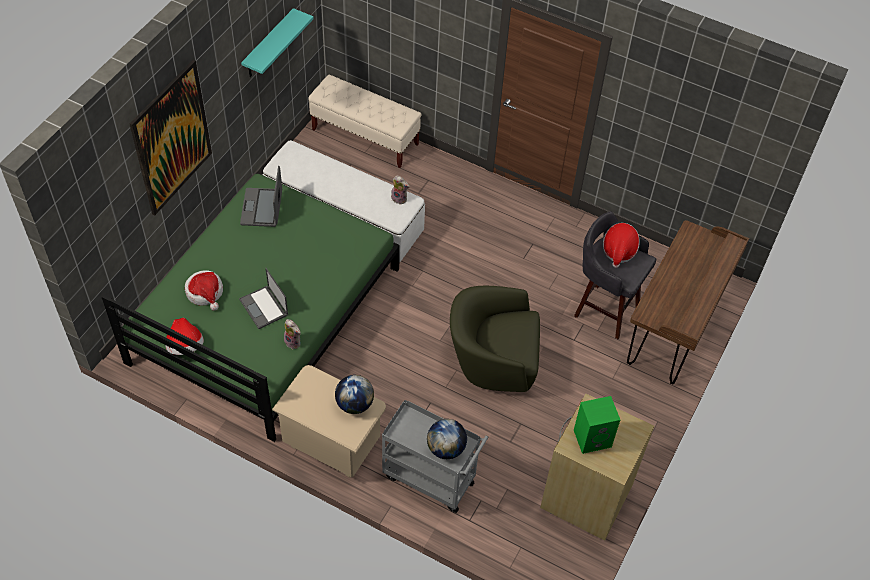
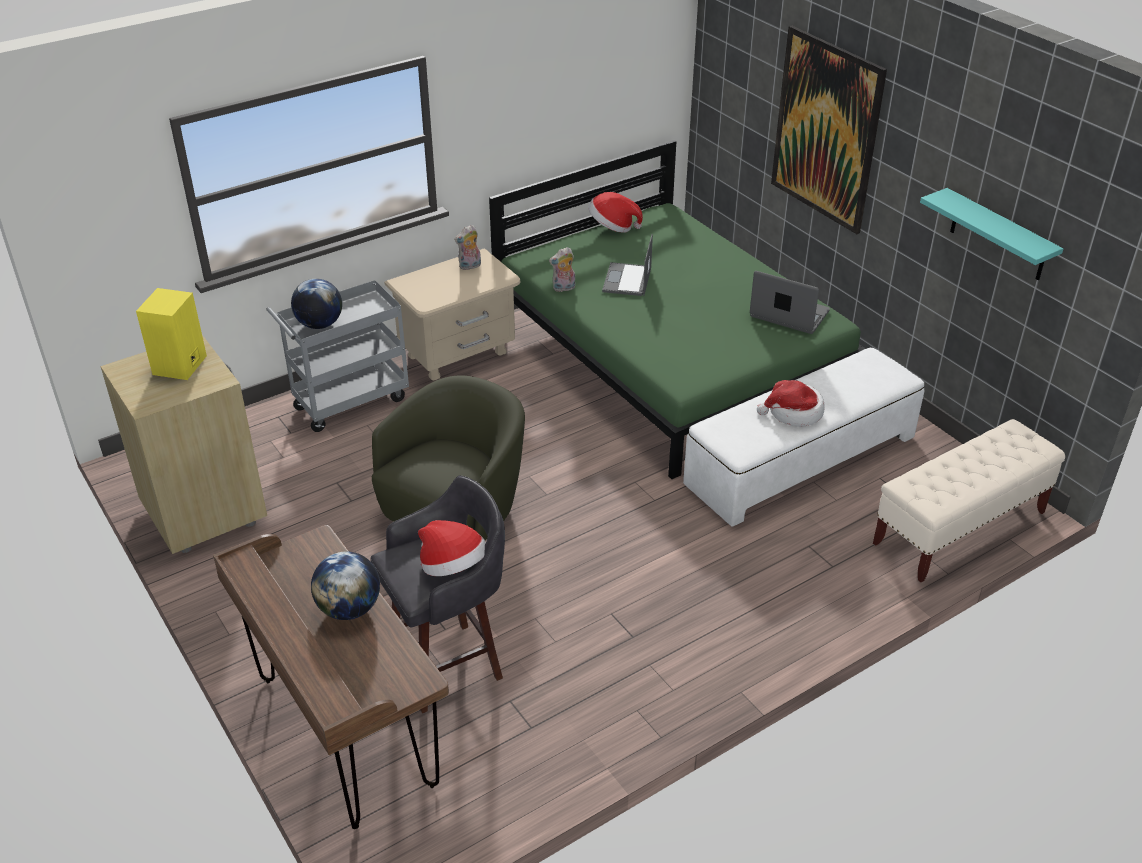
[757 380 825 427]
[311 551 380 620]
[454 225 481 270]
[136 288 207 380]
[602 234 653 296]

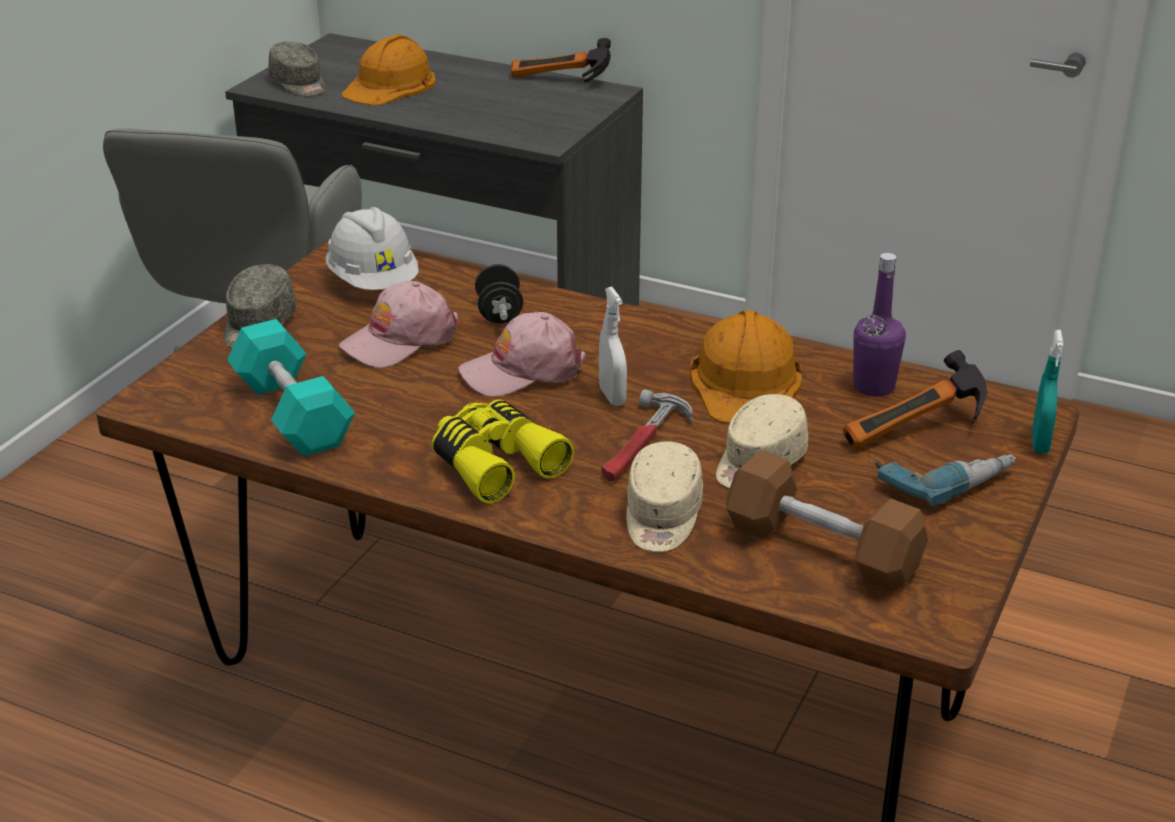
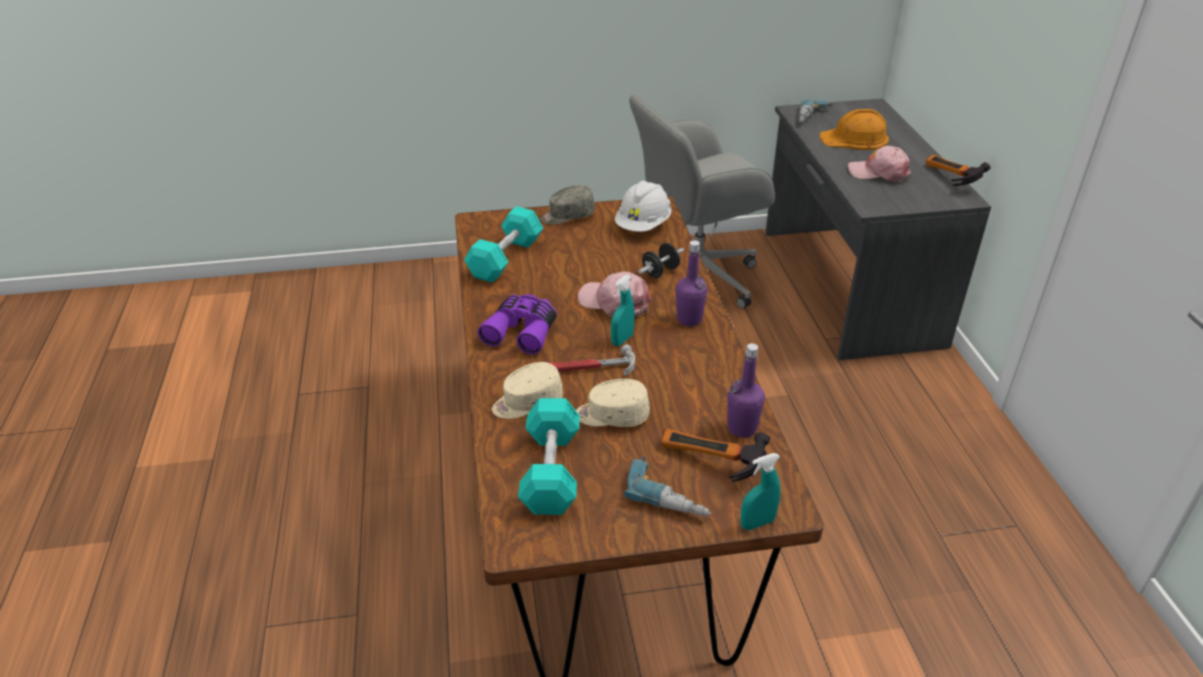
[690 310 802 423] (first image)
[676 240 707 326]
[848 146 911 182]
[799 100 833 123]
[478 294 557 355]
[611 275 635 346]
[518 398 580 515]

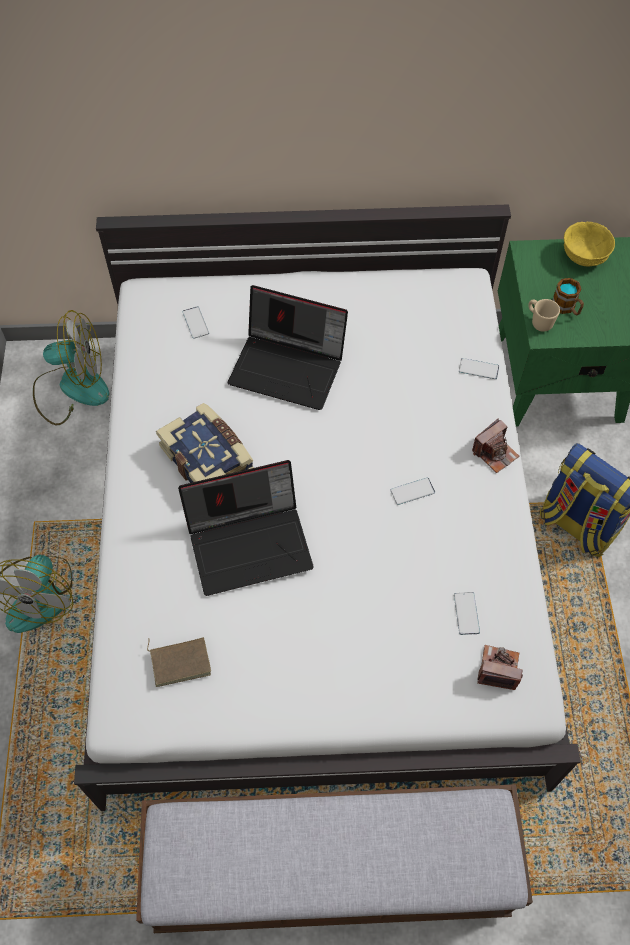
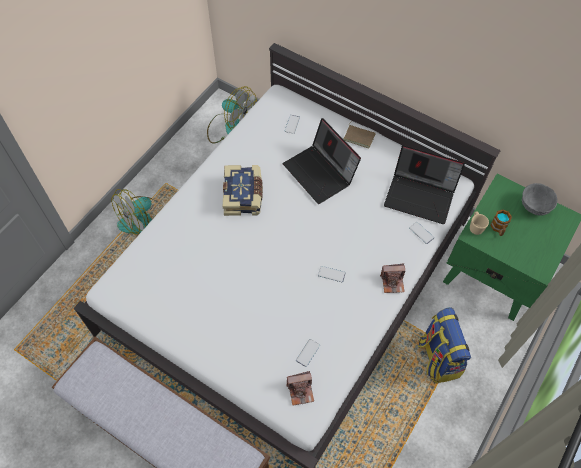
[344 121 376 149]
[384 145 465 224]
[522 183 558 216]
[286 371 314 406]

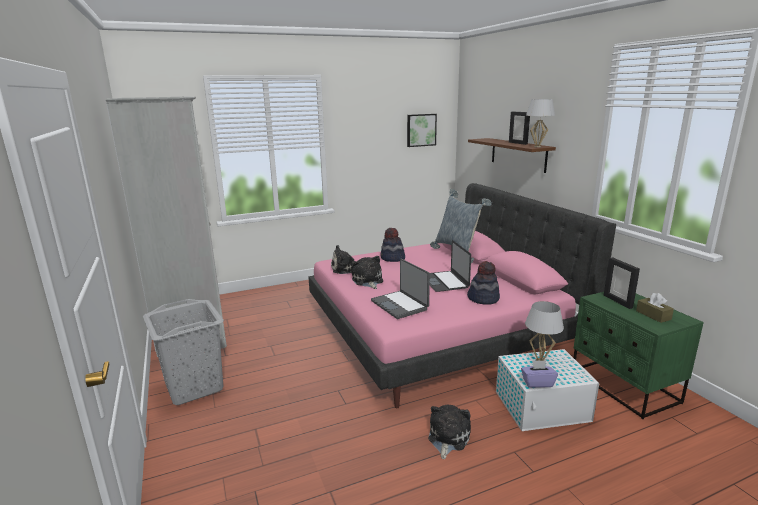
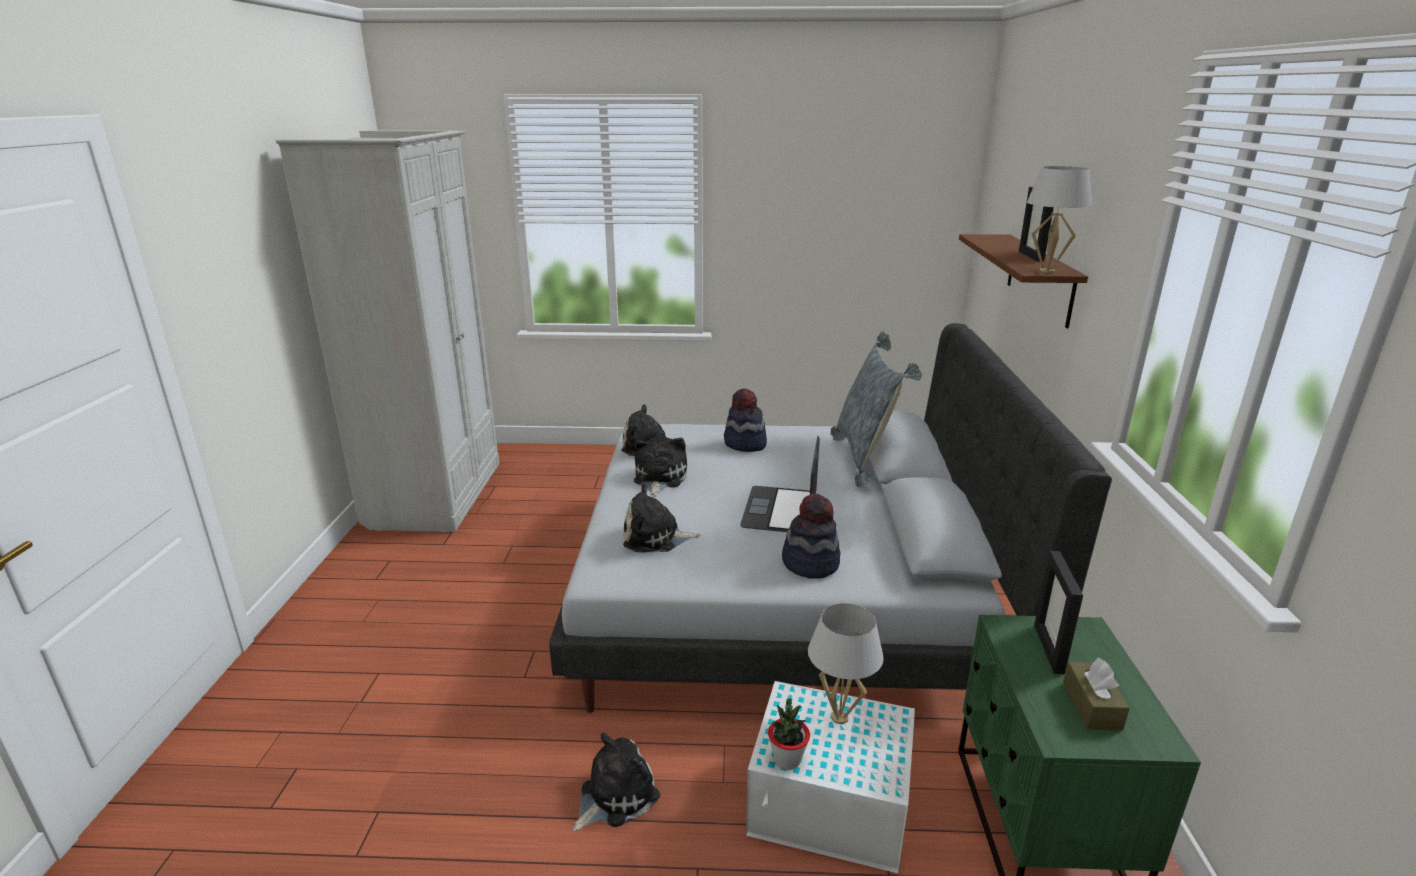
[143 299 224 405] (first image)
[407 114 437 147] (first image)
[623 483 700 552]
[768 699 810 770]
[549 323 1112 713]

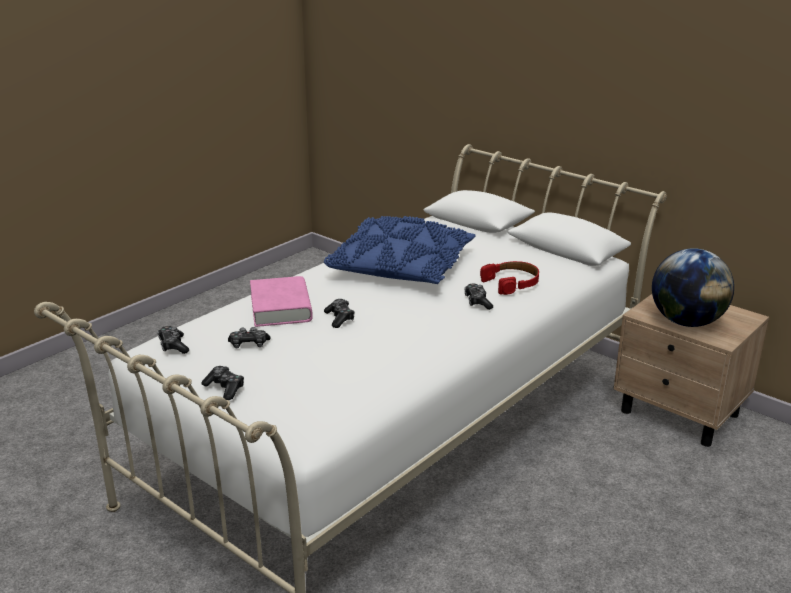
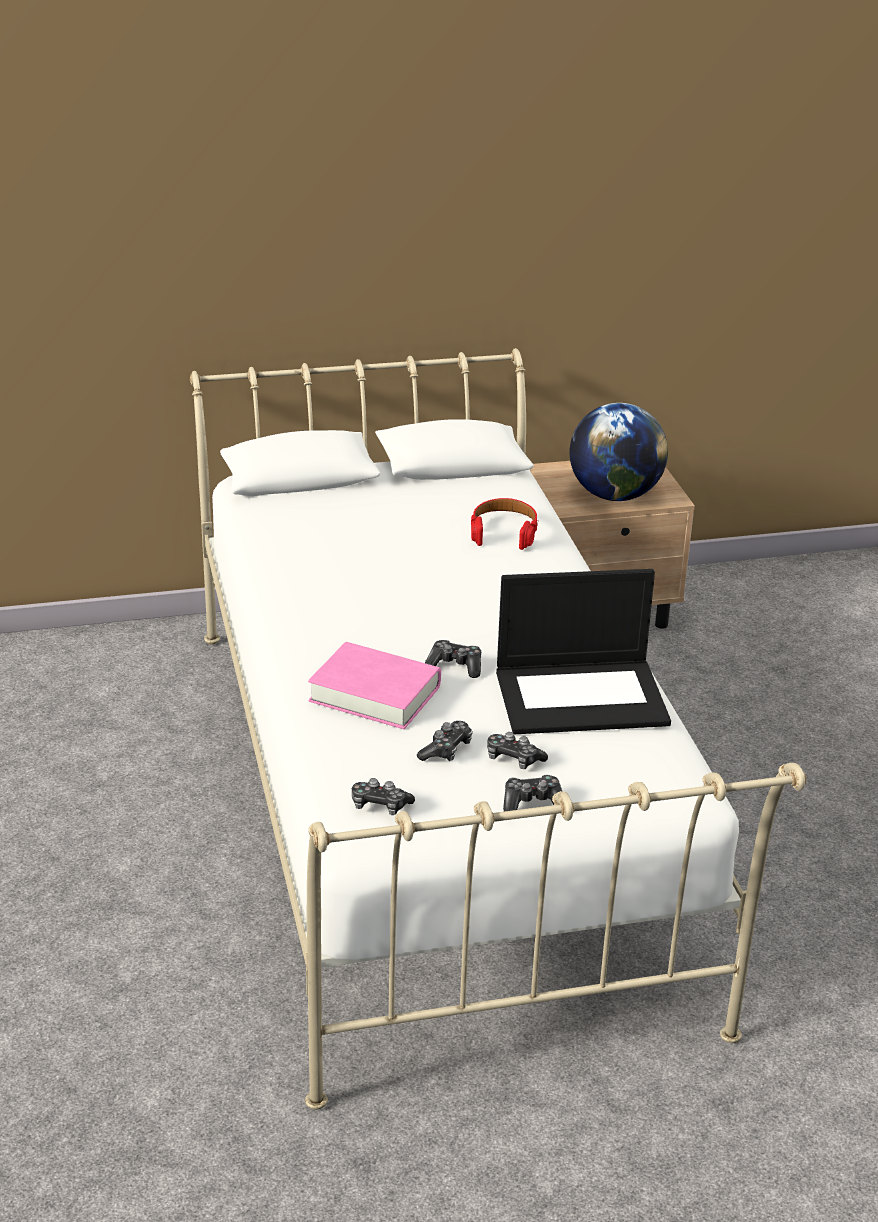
[324 216 476 284] (first image)
[496 569 671 734]
[487 732 548 769]

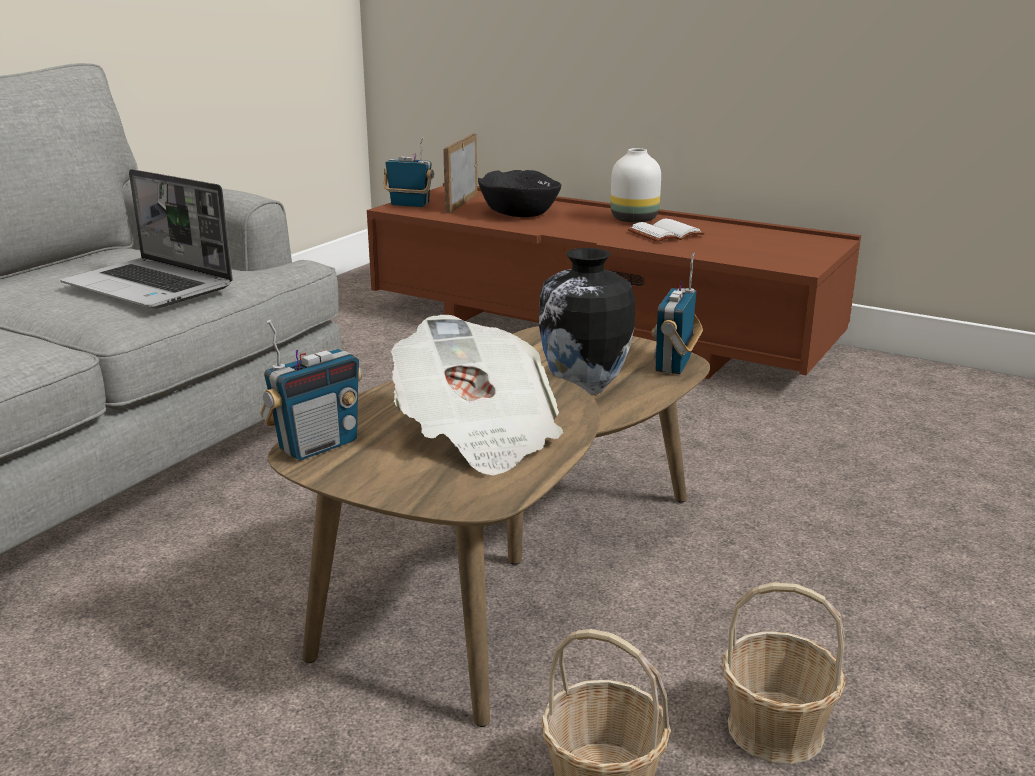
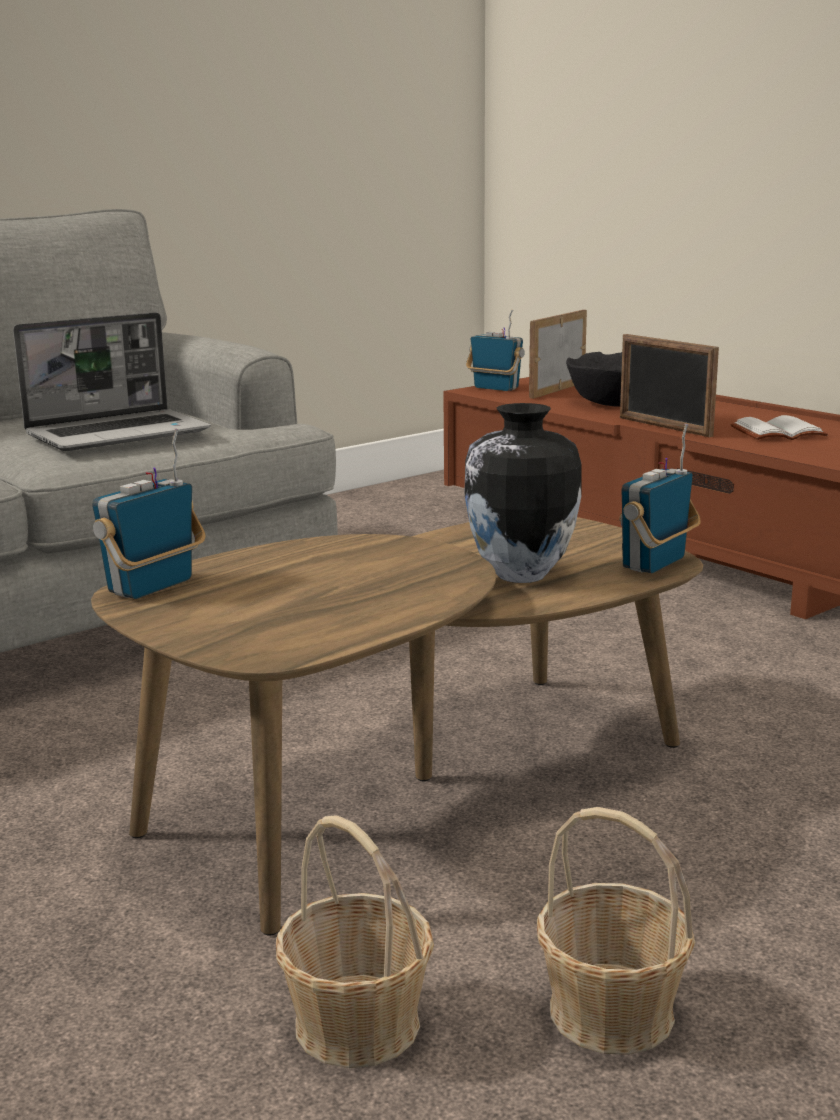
[391 315 563 476] (first image)
[611 148 661 223] (first image)
[620 334 719 437]
[13 312 211 451]
[92 428 205 599]

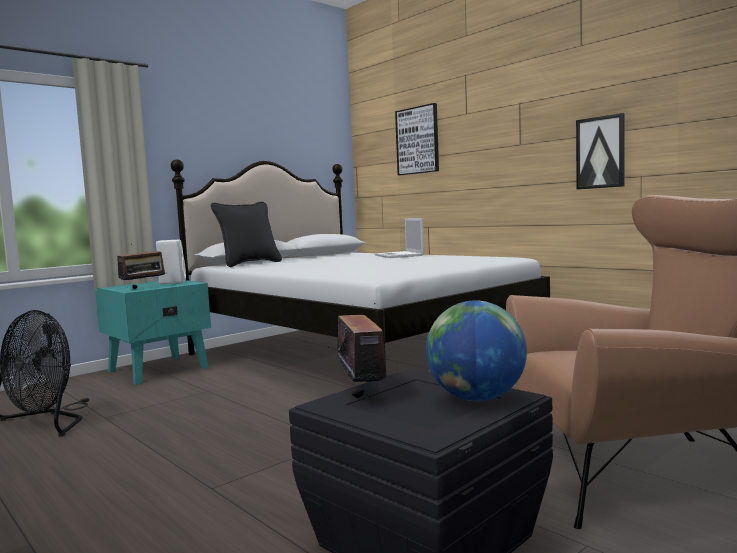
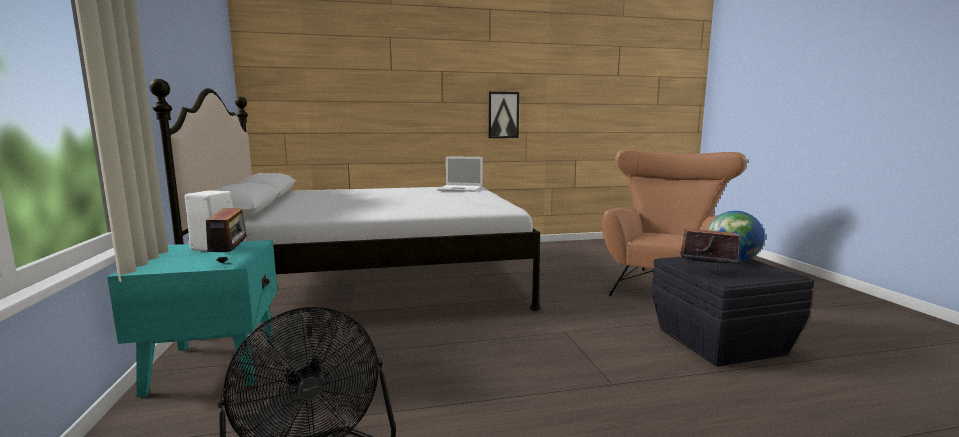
[211 202 282 267] (first image)
[395 103 439 175] (first image)
[437 156 483 192]

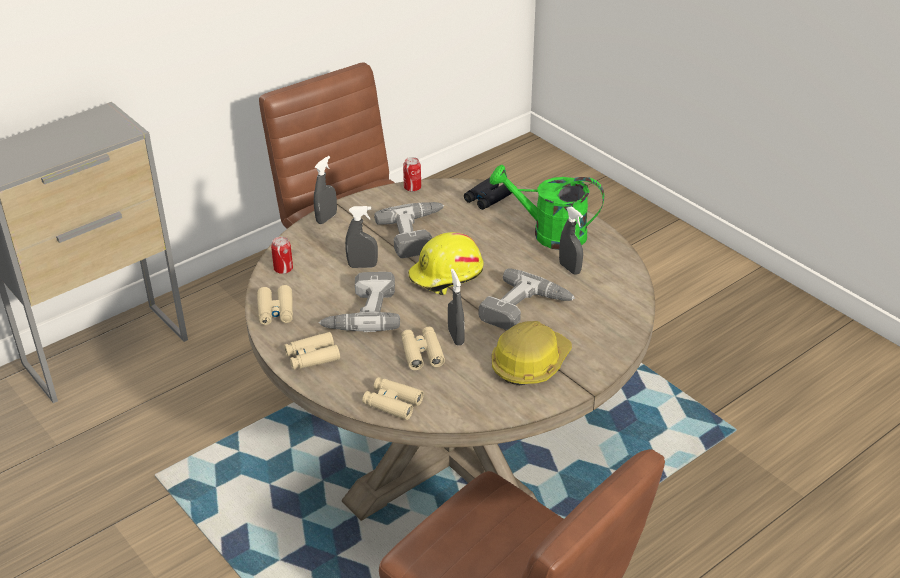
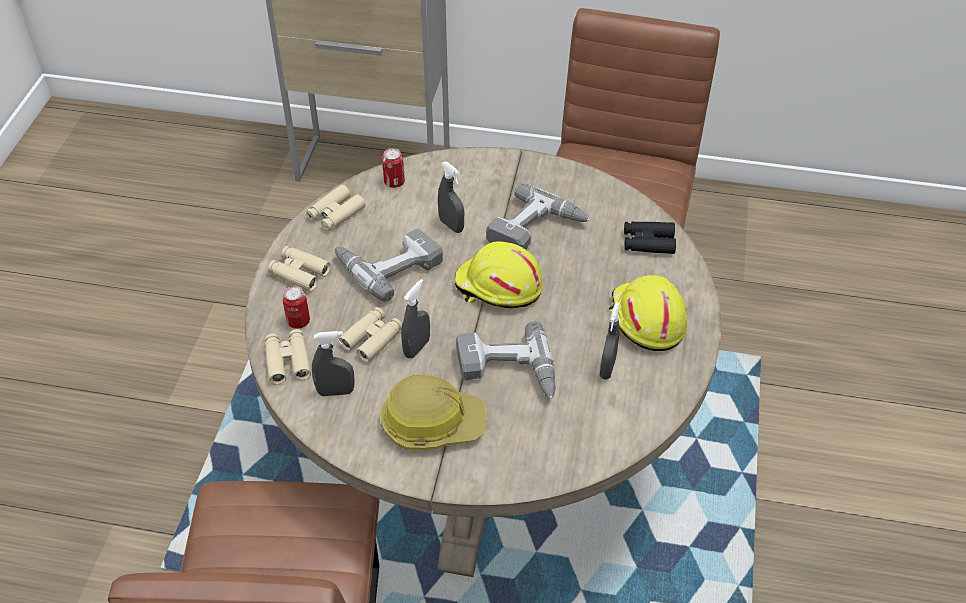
[312 331 355 396]
[282 286 310 329]
[609 275 687 351]

